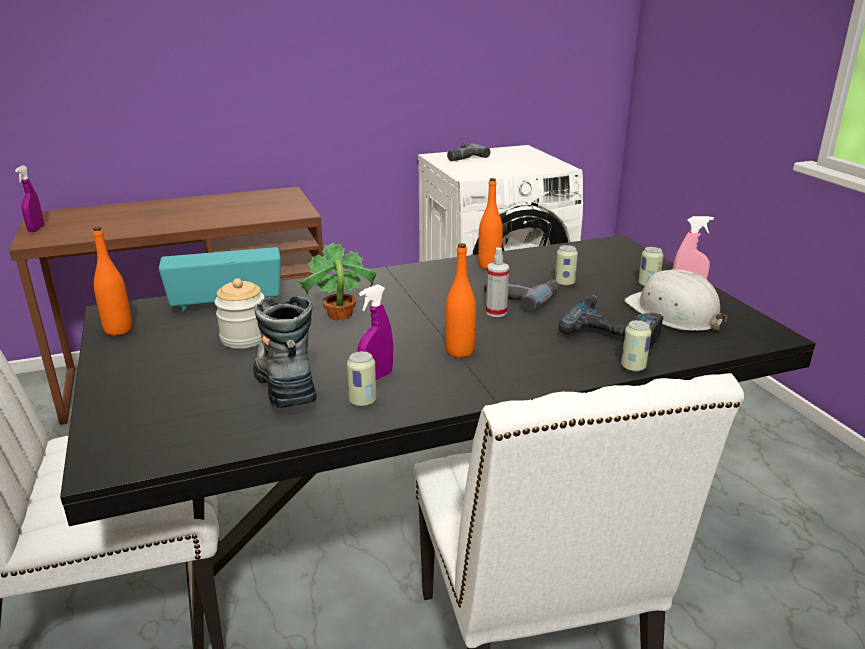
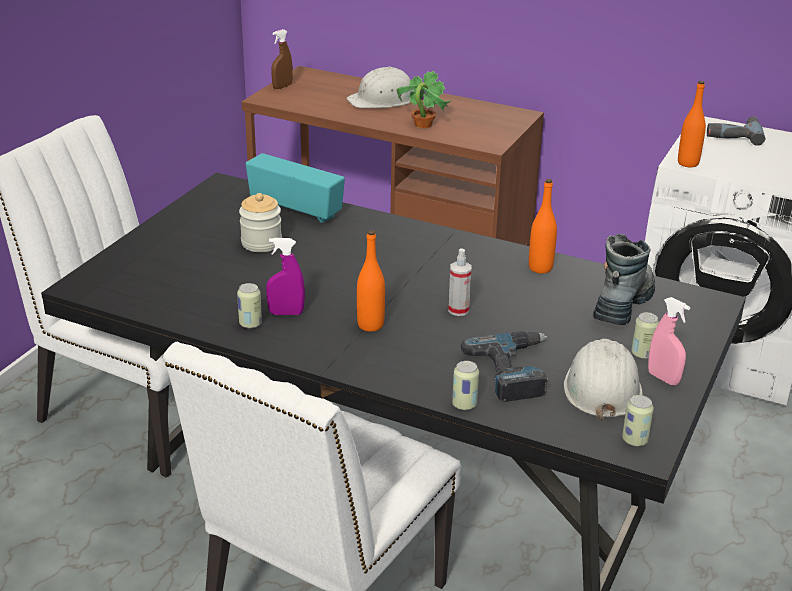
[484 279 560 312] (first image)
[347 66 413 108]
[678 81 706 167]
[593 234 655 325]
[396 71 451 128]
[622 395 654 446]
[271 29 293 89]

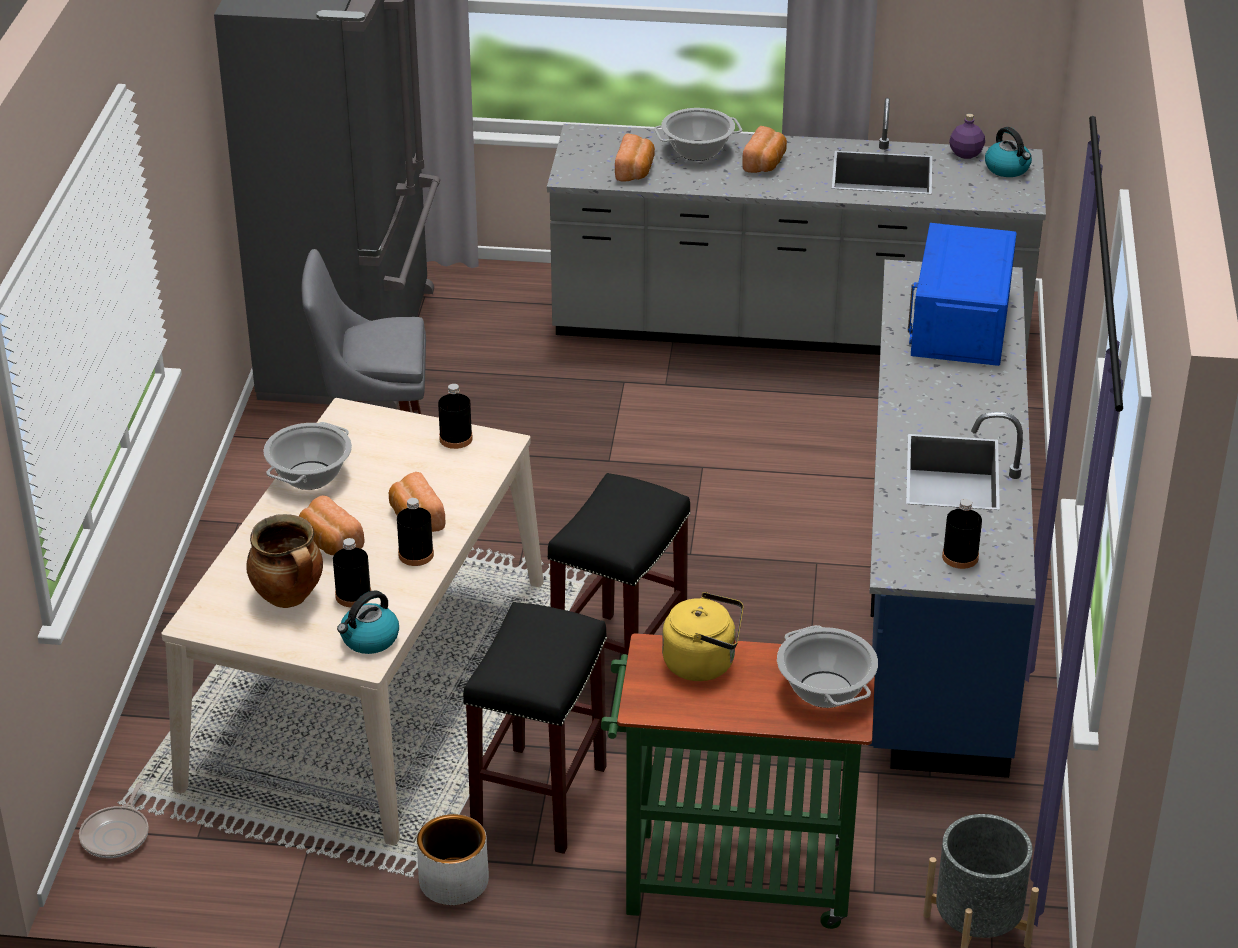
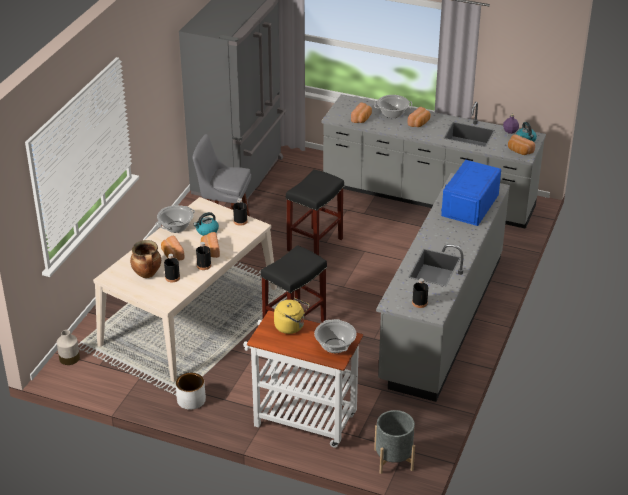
[508 135 535 155]
[193 212 219 236]
[286 169 344 256]
[57 330 80 365]
[243 311 363 448]
[376 173 510 402]

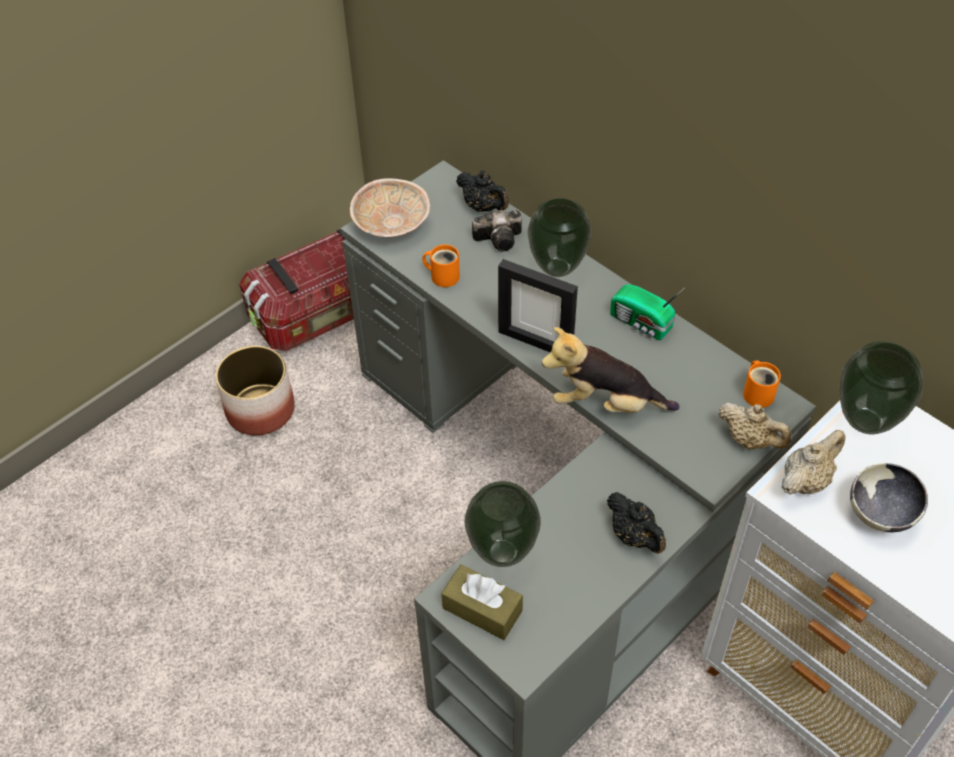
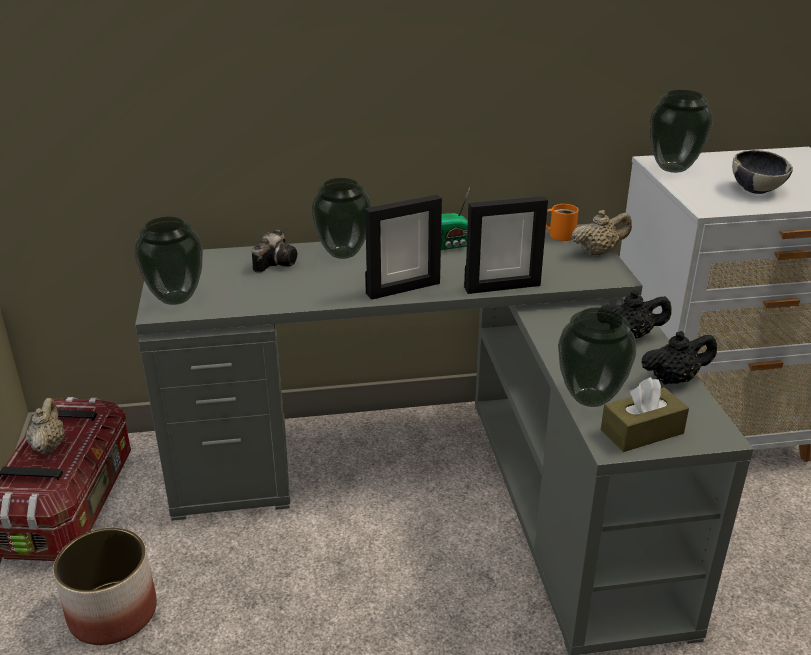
[422 245 460 287] (first image)
[641 331 717 385]
[26 398 66 454]
[134 217 203 305]
[464 196 548 294]

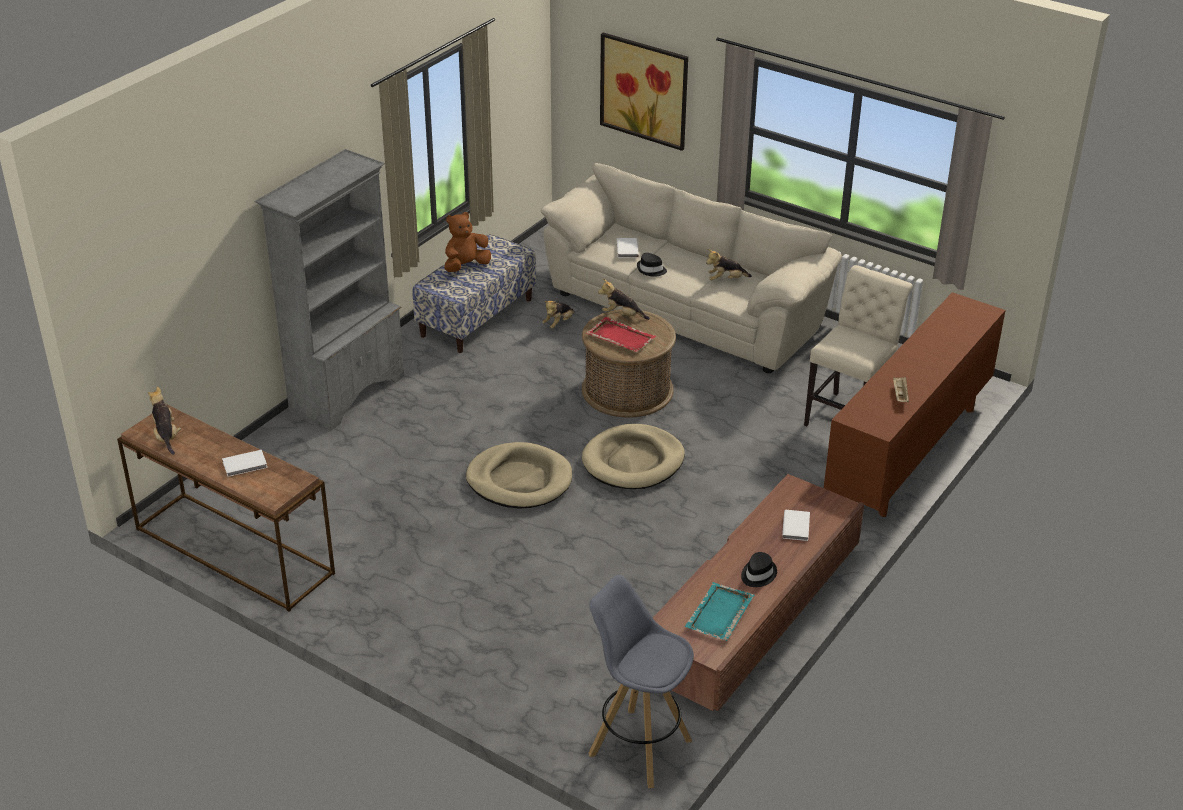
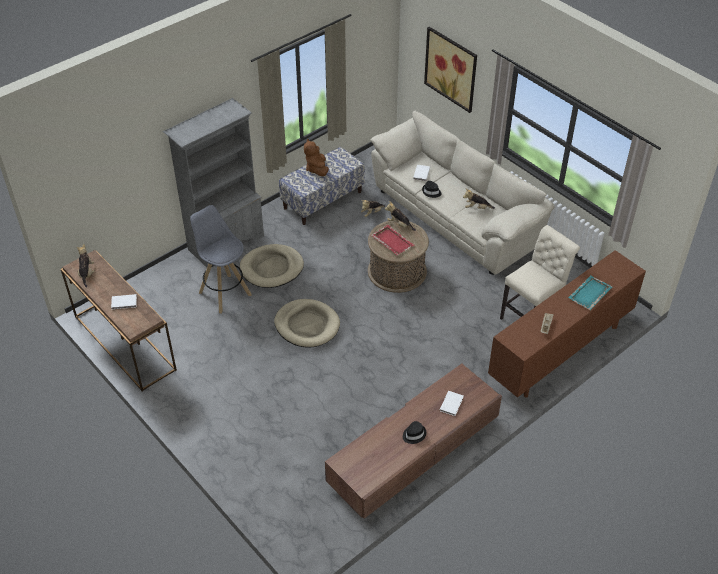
[240 244 304 288]
[190 205 252 314]
[568 275 612 310]
[304 139 329 176]

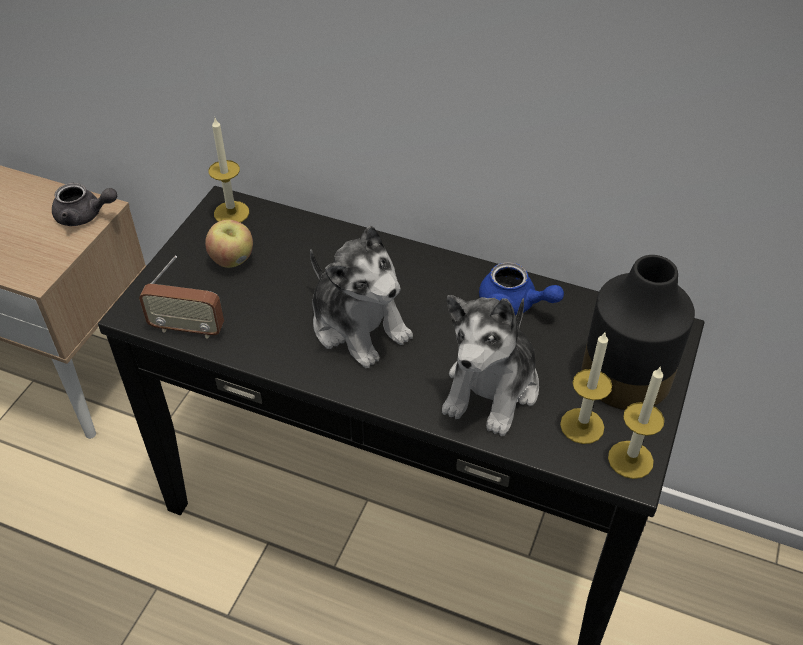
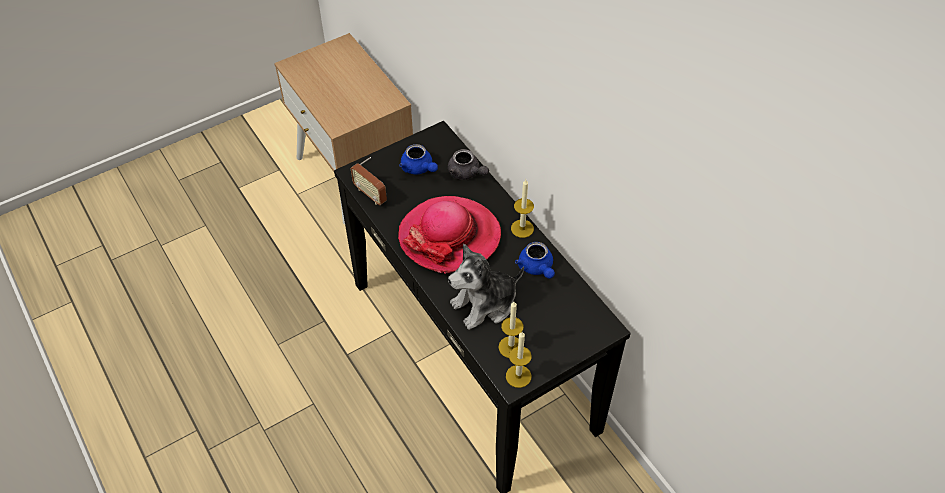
[581 255 695 410] (first image)
[448 149 489 180]
[511 179 534 238]
[399 144 438 174]
[398 196 501 274]

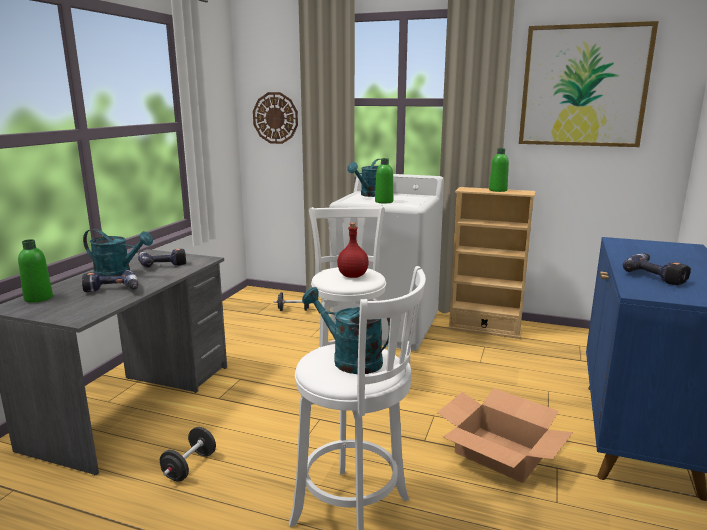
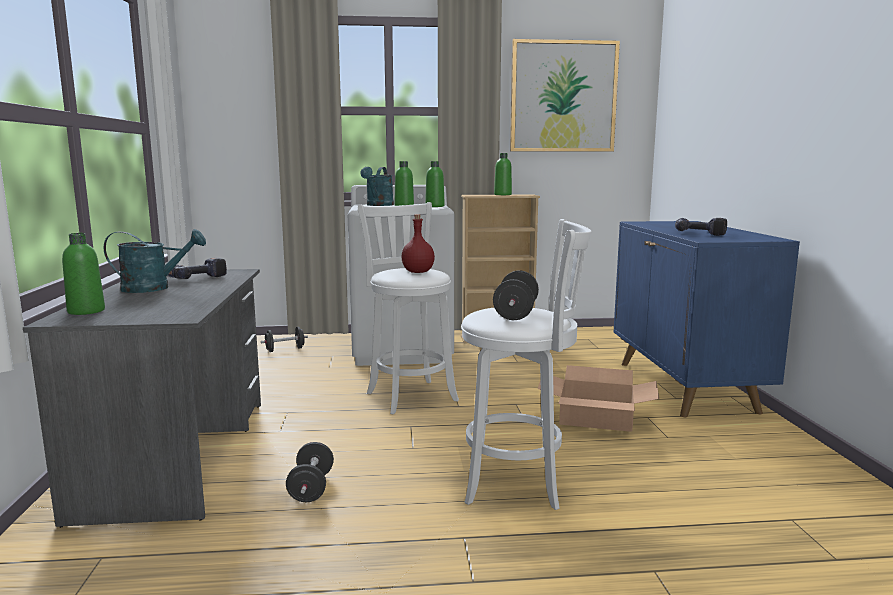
[82 270 138 292] (first image)
[253 92 298 144] (first image)
[425 161 445 207]
[493 270 539 320]

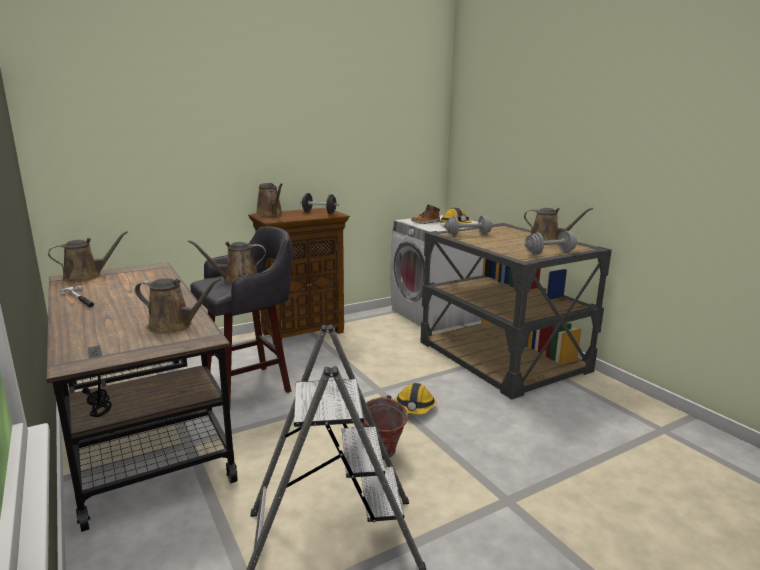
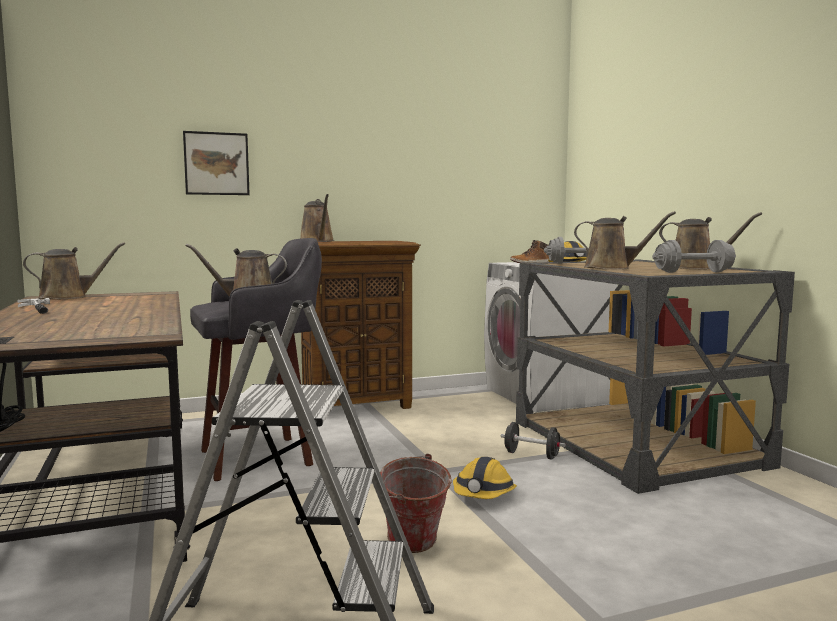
[183 131 250 195]
[574 211 676 270]
[501 422 565 460]

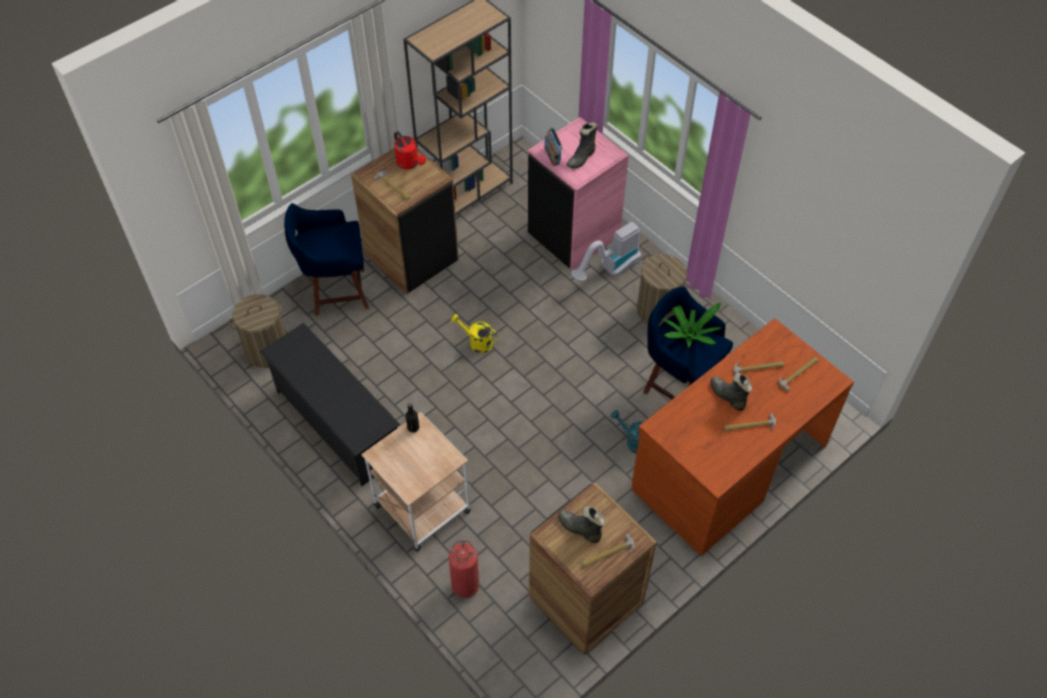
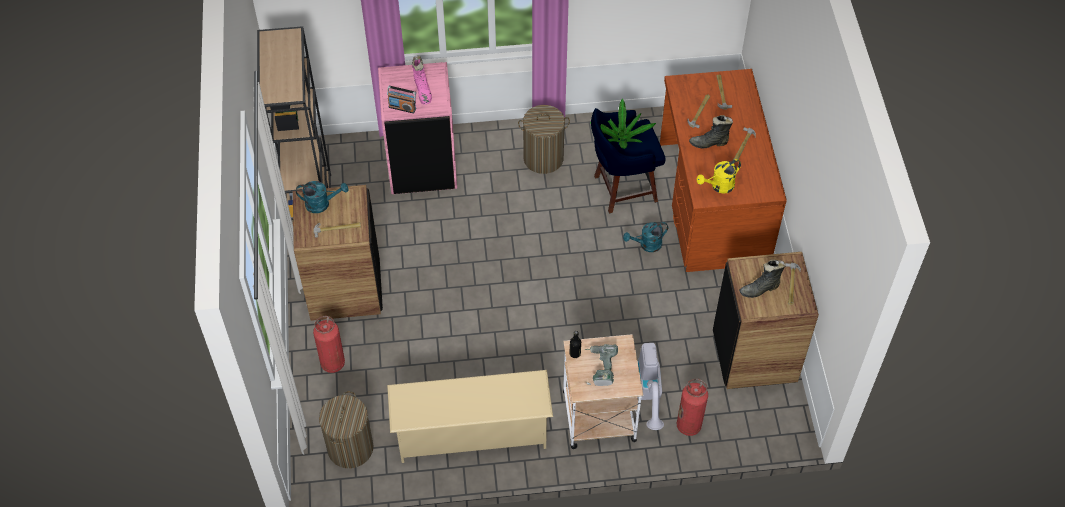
[585 344 618 386]
[696 159 741 194]
[637 343 664 430]
[313 316 345 373]
[387 370 553 463]
[296 181 348 213]
[412 56 432 104]

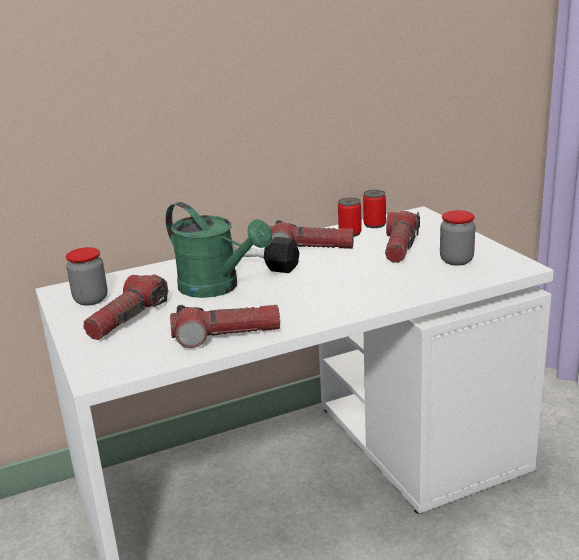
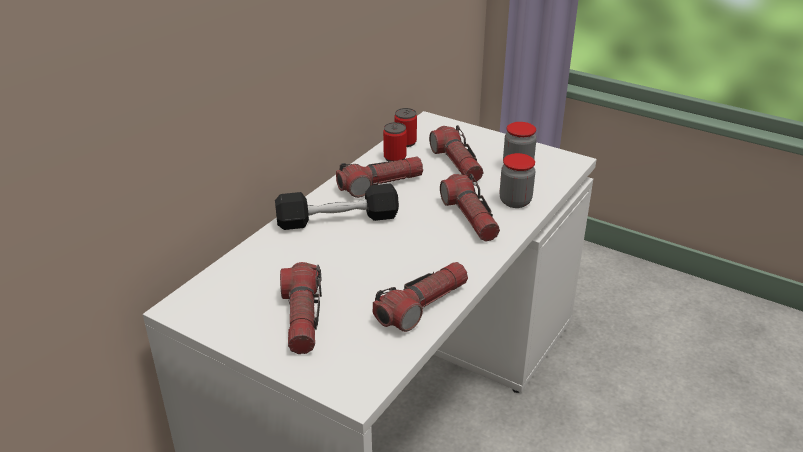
[166 202 272 298] (first image)
[440 174 500 242]
[500 153 535 208]

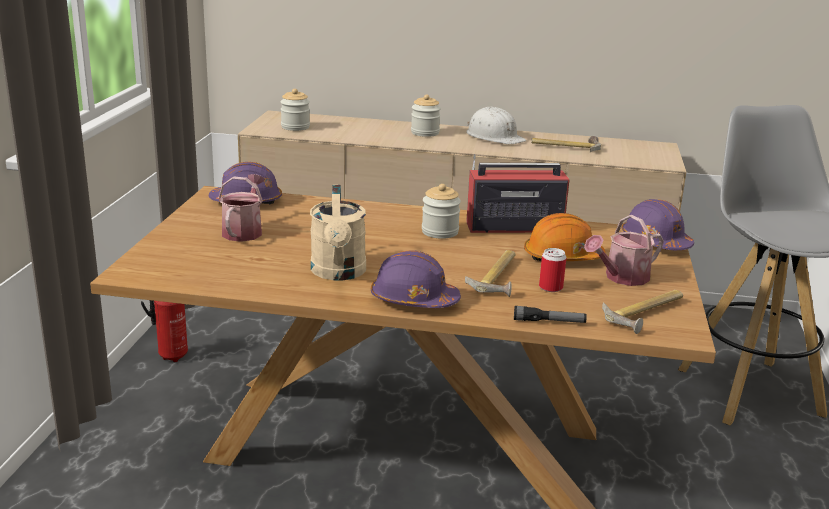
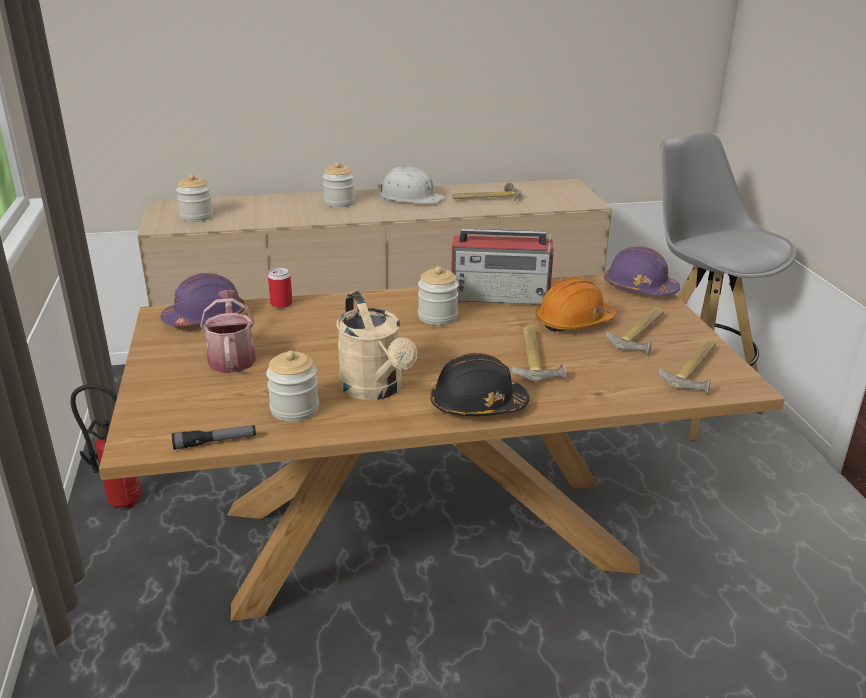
[266 351 319 422]
[172 425 256 450]
[268 268 293 308]
[606 307 664 356]
[430 353 530 416]
[451 229 554 305]

